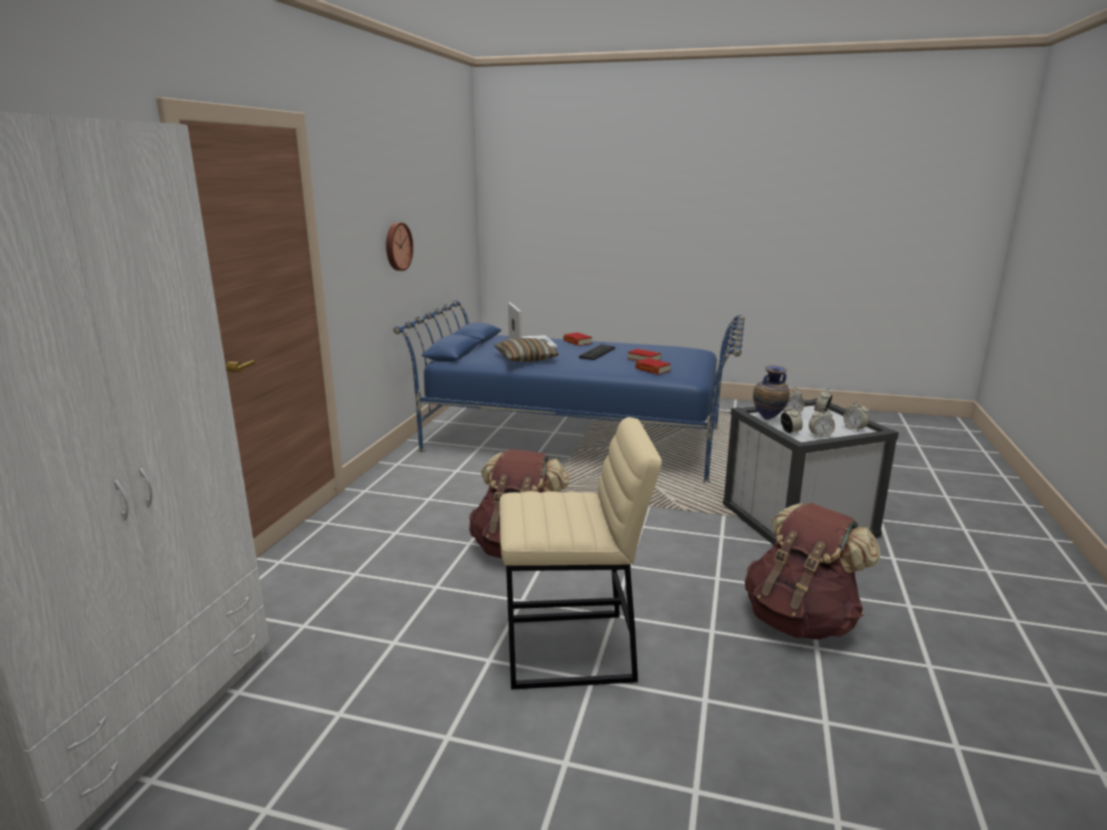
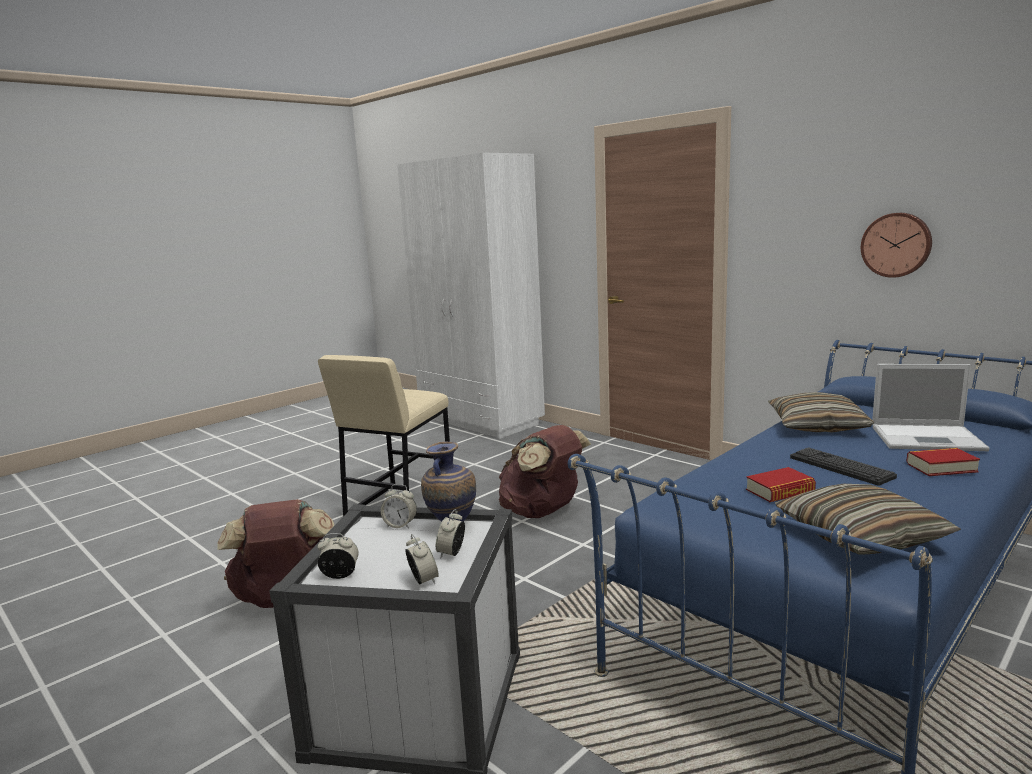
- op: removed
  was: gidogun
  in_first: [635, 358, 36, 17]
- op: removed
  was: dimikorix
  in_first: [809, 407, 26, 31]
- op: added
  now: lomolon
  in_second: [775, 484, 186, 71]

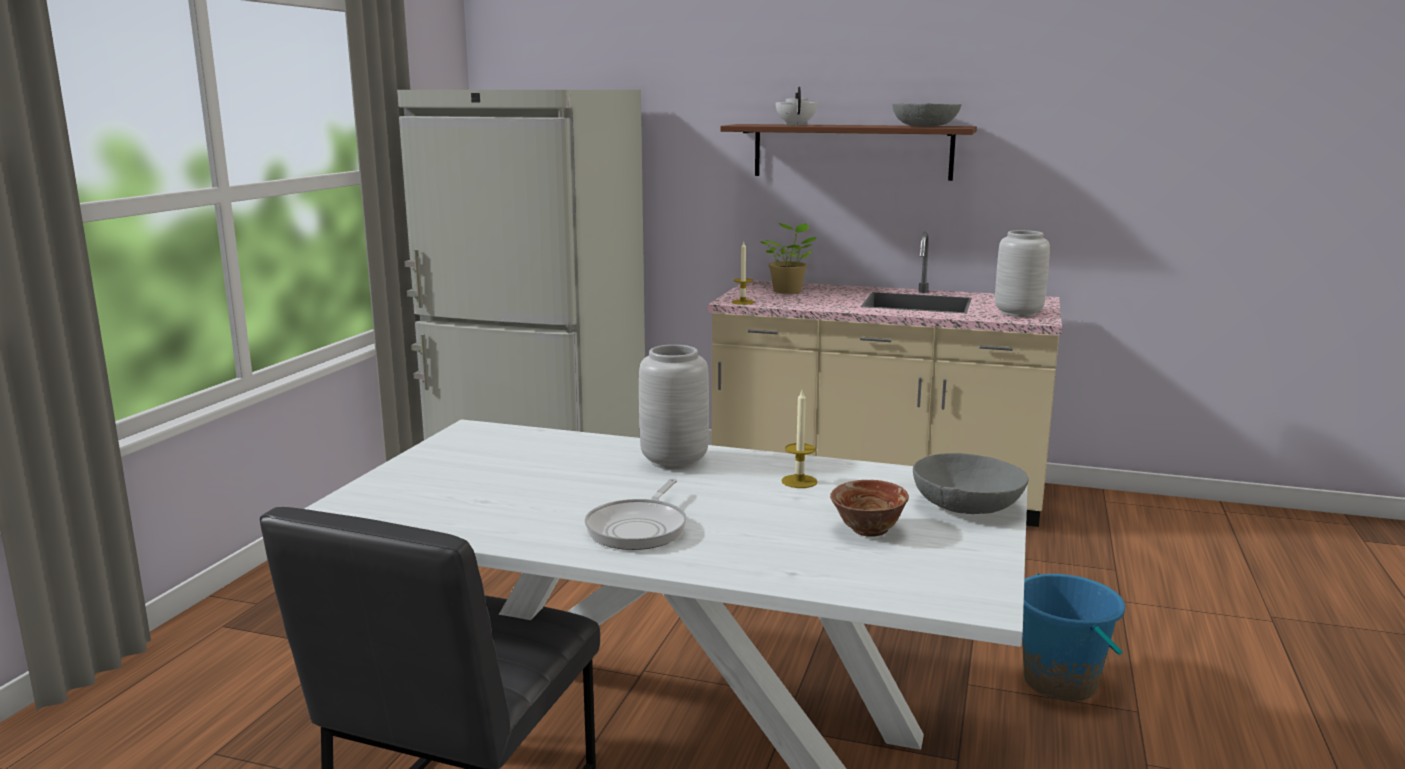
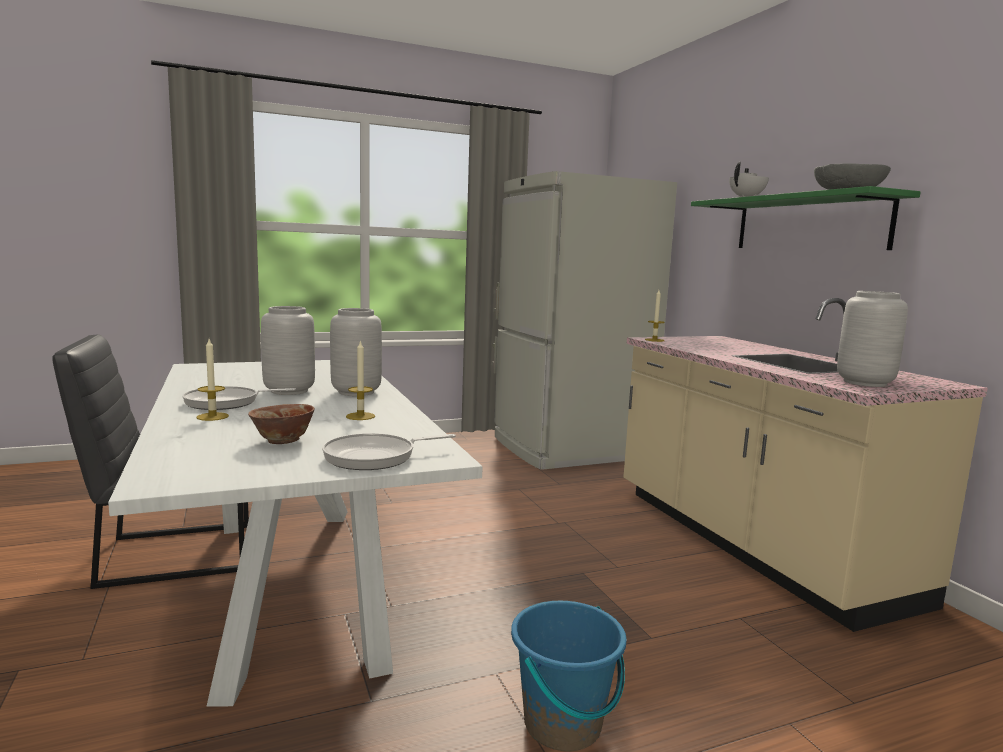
- op: recoloured
  was: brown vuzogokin
  now: green vuzogokin
  in_first: [720, 124, 257, 57]
  in_second: [691, 186, 230, 64]
- op: removed
  was: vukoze
  in_first: [760, 223, 56, 71]
- op: replaced
  was: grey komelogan
  now: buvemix
  in_first: [913, 453, 115, 61]
  in_second: [322, 433, 134, 37]
- op: added
  now: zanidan
  in_second: [196, 339, 33, 82]
- op: added
  now: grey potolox
  in_second: [261, 306, 54, 89]

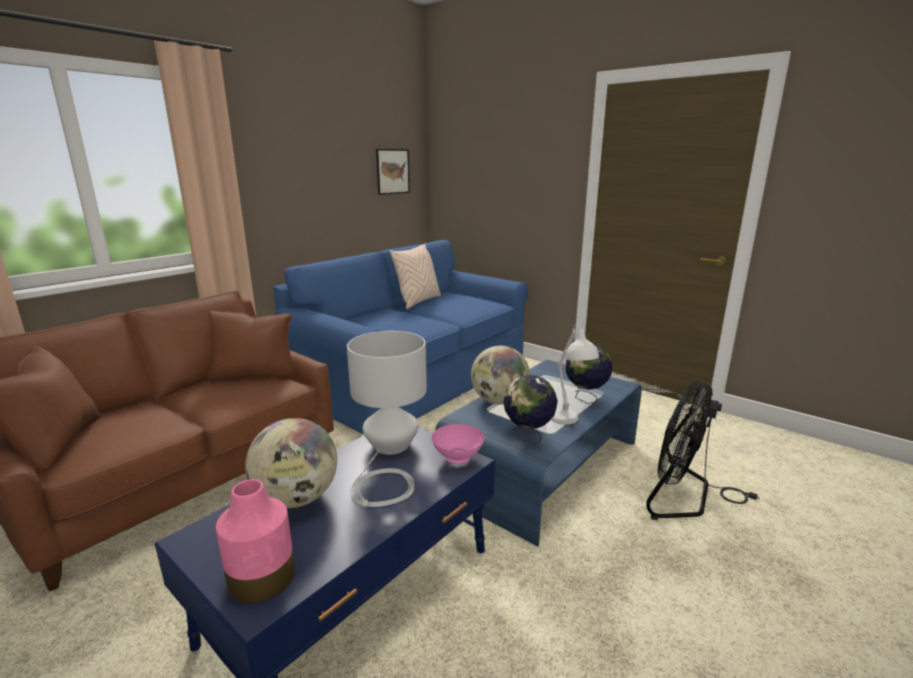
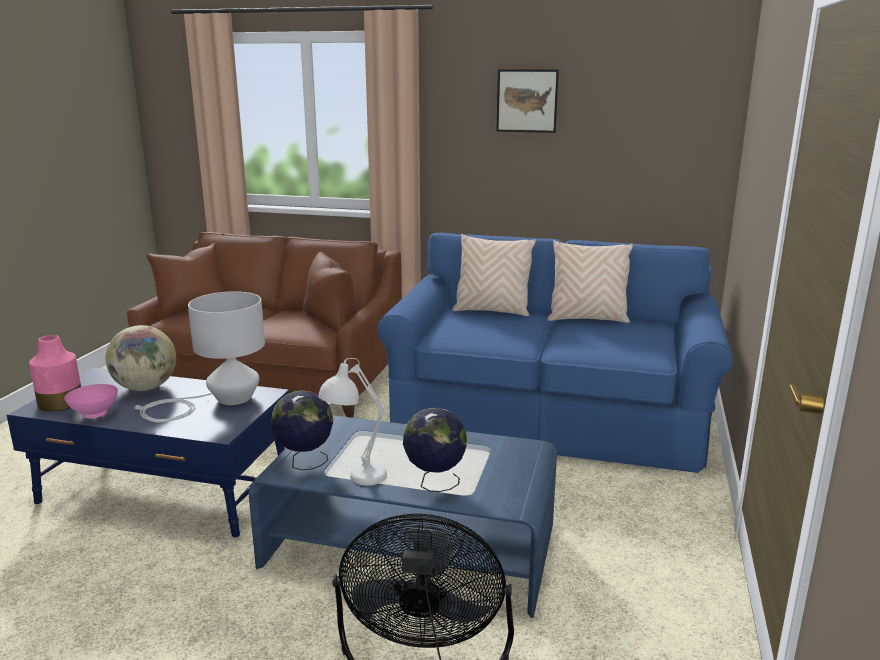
- op: moved
  was: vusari
  in_first: [376, 149, 34, 46]
  in_second: [496, 69, 63, 64]
- op: moved
  was: pink komelogan
  in_first: [432, 424, 53, 40]
  in_second: [64, 384, 54, 34]
- op: removed
  was: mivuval
  in_first: [471, 346, 59, 59]
- op: added
  now: beige lomolon
  in_second: [452, 234, 84, 82]

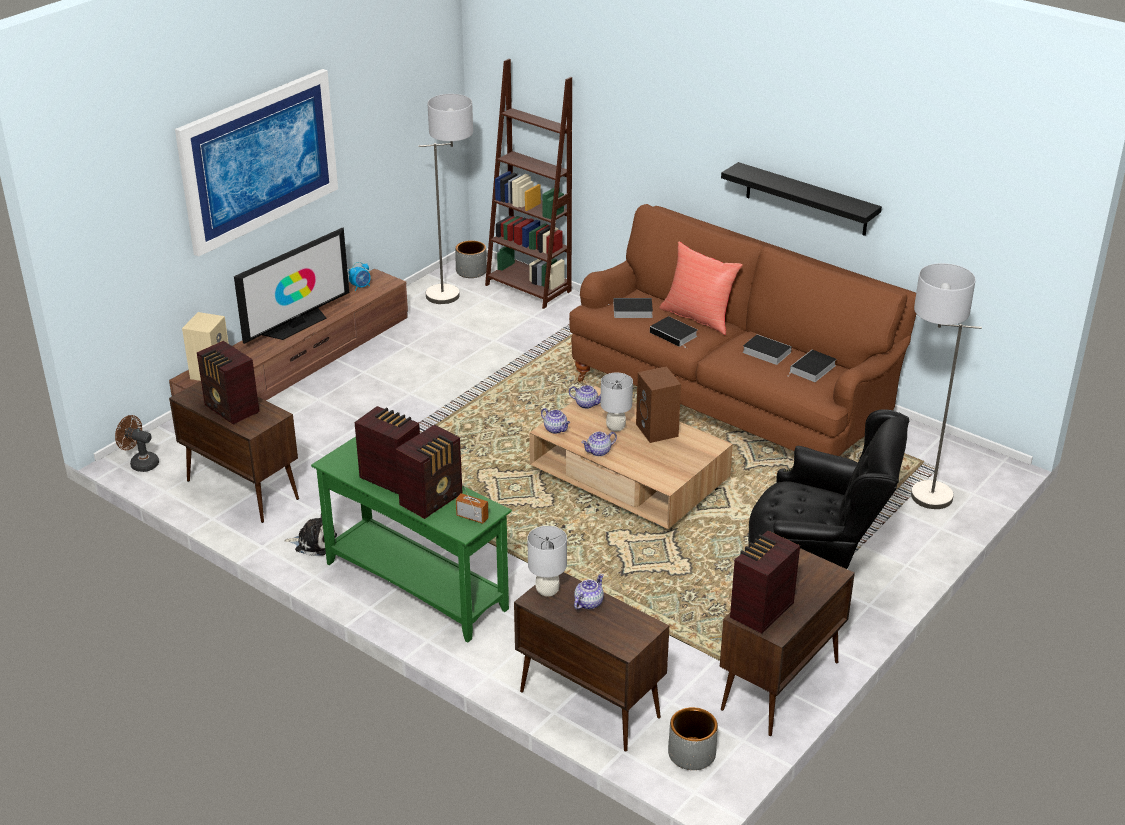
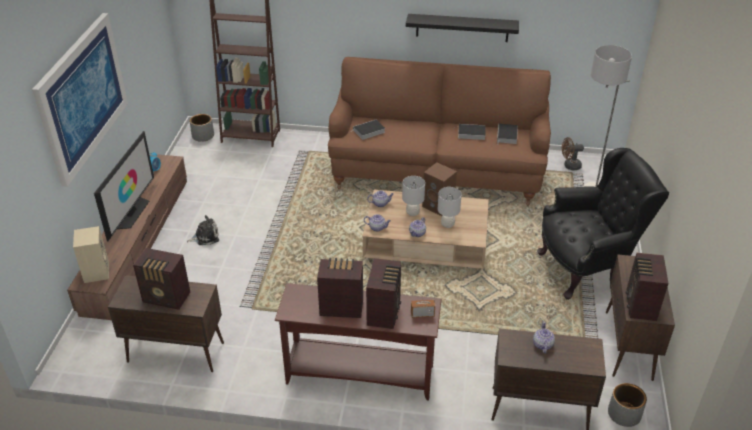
- op: moved
  was: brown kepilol
  in_first: [115, 415, 44, 57]
  in_second: [562, 137, 22, 33]
- op: moved
  was: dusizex
  in_first: [284, 515, 53, 41]
  in_second: [187, 215, 32, 30]
- op: recoloured
  was: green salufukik
  now: brown salufukik
  in_first: [311, 436, 201, 207]
  in_second: [275, 283, 166, 118]
- op: removed
  was: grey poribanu
  in_first: [418, 94, 55, 210]
- op: moved
  was: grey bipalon
  in_first: [527, 526, 40, 71]
  in_second: [438, 187, 24, 41]
- op: removed
  was: gidogun
  in_first: [650, 316, 47, 33]
- op: removed
  was: red lomolon
  in_first: [659, 242, 84, 93]

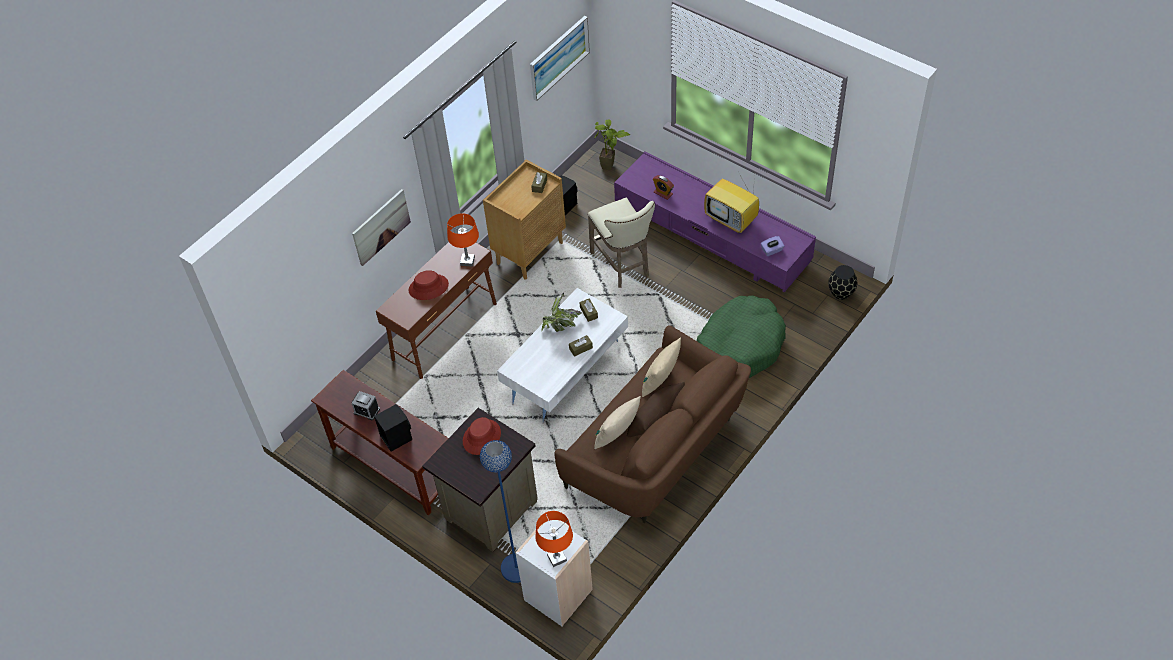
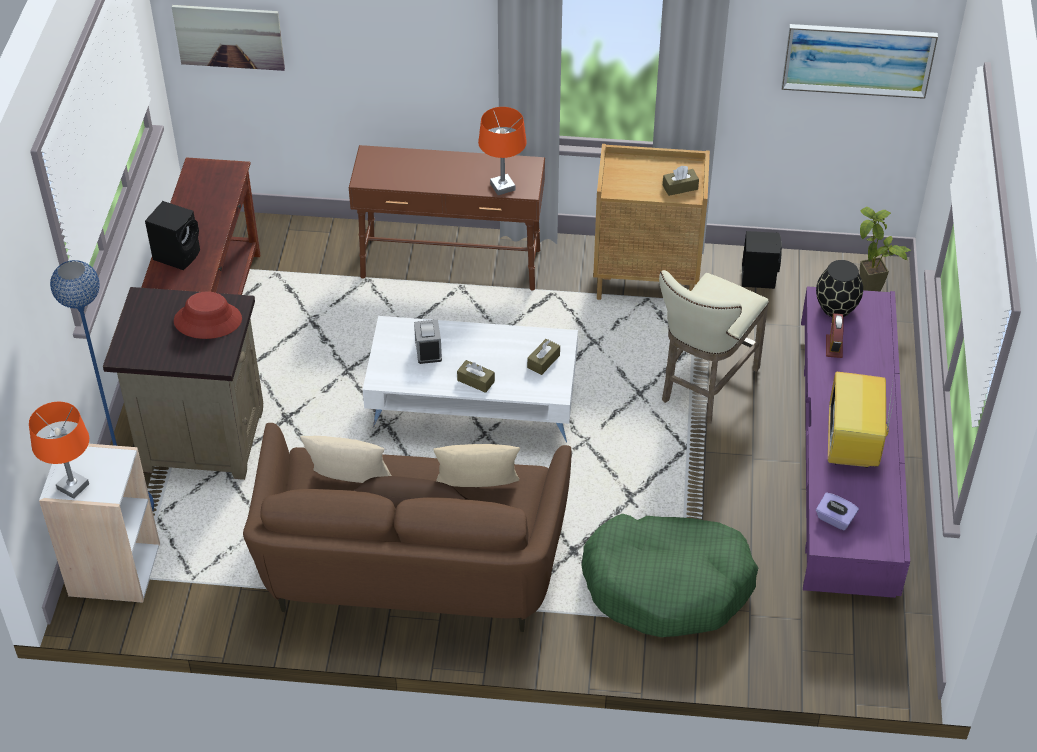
- op: moved
  was: vusari
  in_first: [352, 189, 59, 77]
  in_second: [172, 5, 113, 66]
- op: moved
  was: dimikorix
  in_first: [352, 391, 28, 29]
  in_second: [414, 320, 28, 44]
- op: removed
  was: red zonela
  in_first: [409, 270, 40, 30]
- op: removed
  was: vukoze
  in_first: [541, 292, 41, 40]
- op: moved
  was: black potolox
  in_first: [828, 265, 29, 35]
  in_second: [816, 260, 47, 57]

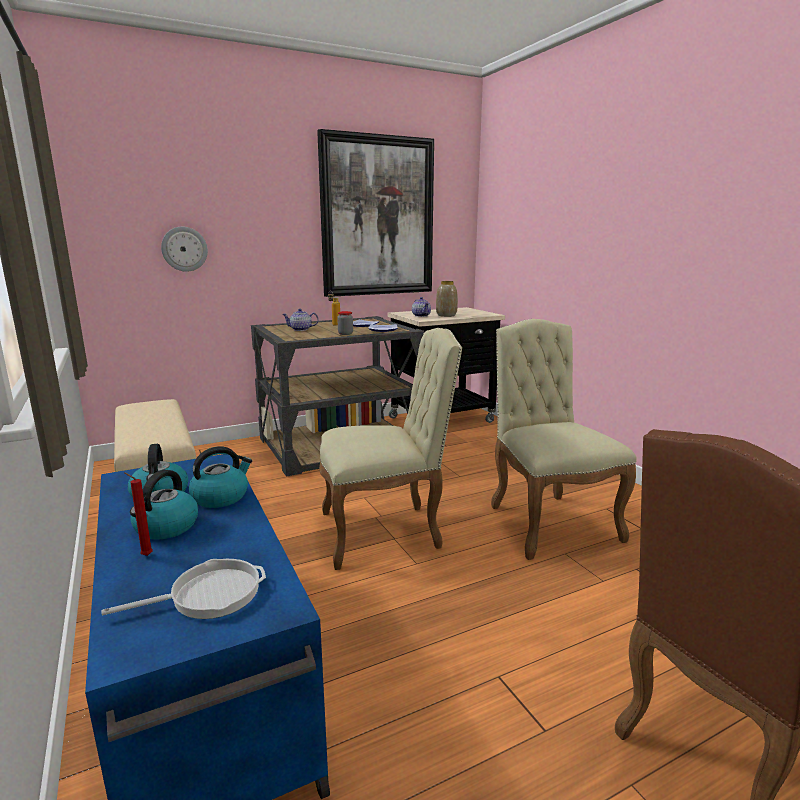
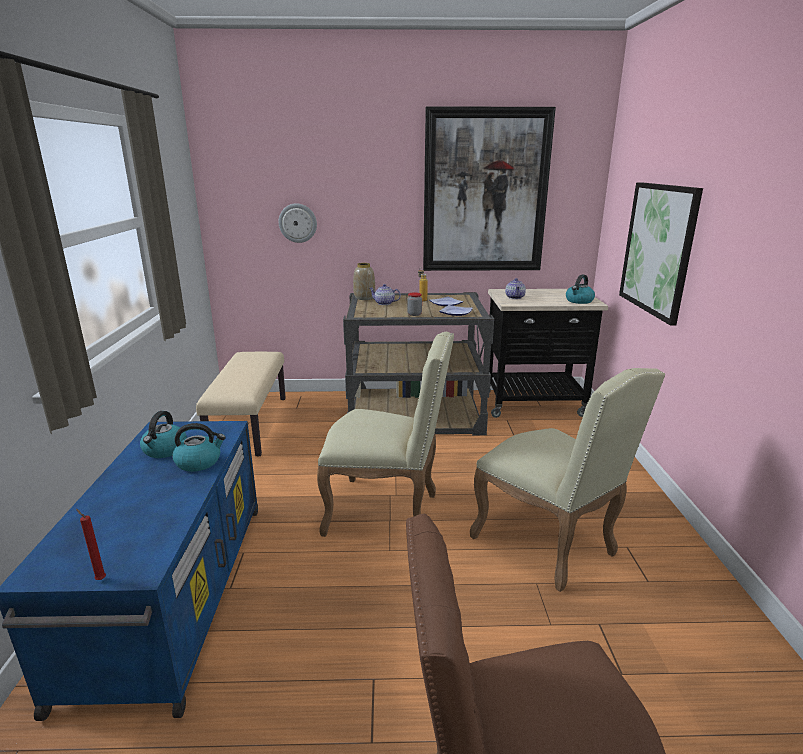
- op: removed
  was: buvemix
  in_first: [102, 559, 164, 60]
- op: moved
  was: red zanidan
  in_first: [124, 472, 29, 84]
  in_second: [76, 509, 30, 71]
- op: moved
  was: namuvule
  in_first: [130, 470, 68, 70]
  in_second: [566, 274, 29, 30]
- op: moved
  was: potolox
  in_first: [436, 281, 22, 36]
  in_second: [353, 263, 22, 37]
- op: turned
  was: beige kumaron
  in_first: [491, 319, 146, 241]
  in_second: [470, 368, 195, 224]
  clockwise: 135
- op: added
  now: vusari
  in_second: [619, 182, 84, 143]

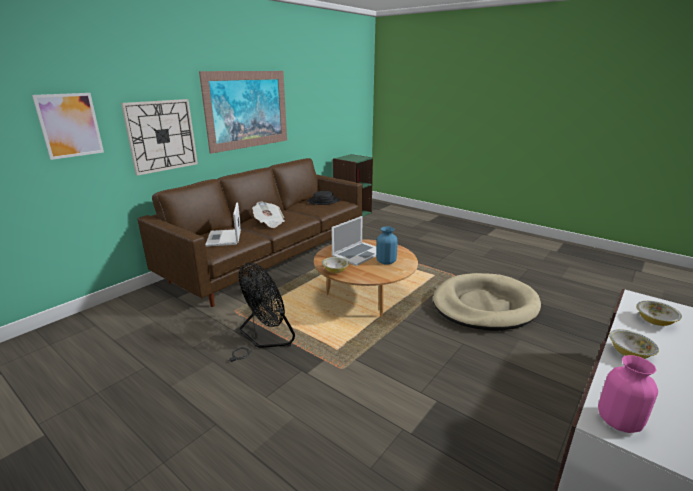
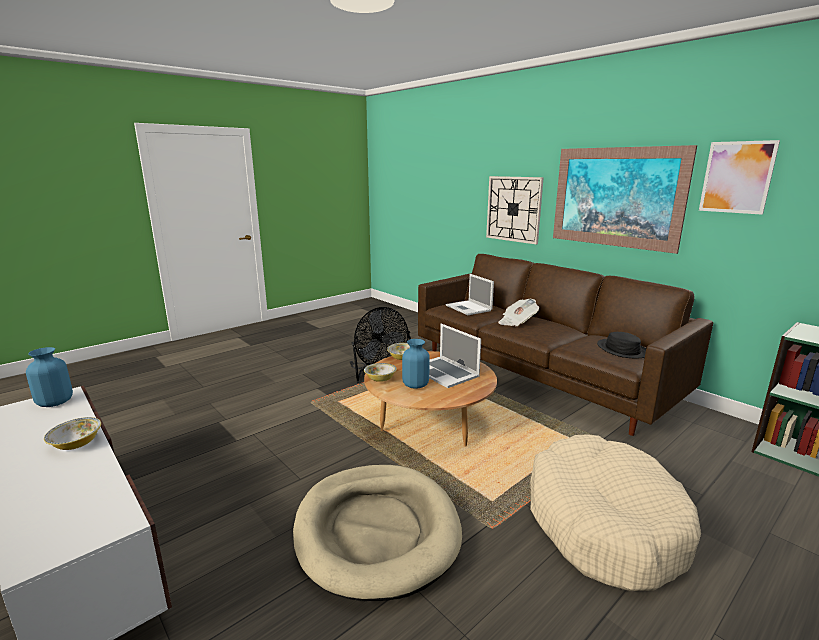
- op: moved
  was: vusari
  in_first: [32, 93, 72, 67]
  in_second: [699, 140, 81, 75]
- op: turned
  was: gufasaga
  in_first: [205, 203, 36, 44]
  in_second: [446, 274, 48, 41]
  clockwise: -120
- op: recoloured
  was: pink potolox
  now: blue potolox
  in_first: [598, 355, 60, 78]
  in_second: [26, 347, 47, 60]
- op: moved
  was: komelogan
  in_first: [636, 301, 46, 25]
  in_second: [364, 363, 33, 19]
- op: added
  now: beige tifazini
  in_second: [530, 434, 171, 158]

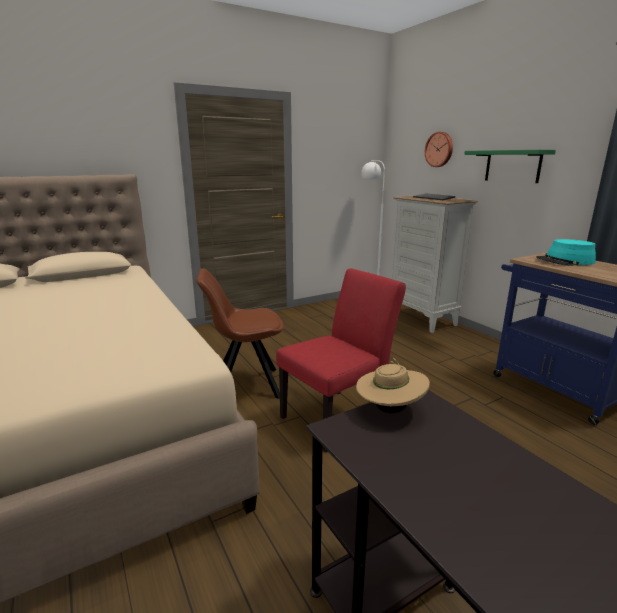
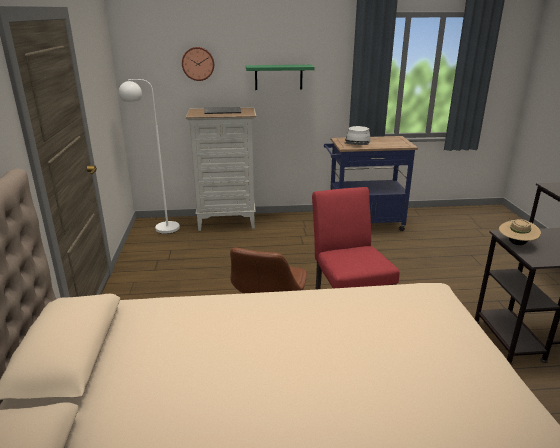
- op: recoloured
  was: turquoise zonela
  now: grey zonela
  in_first: [536, 239, 60, 27]
  in_second: [345, 126, 26, 19]

